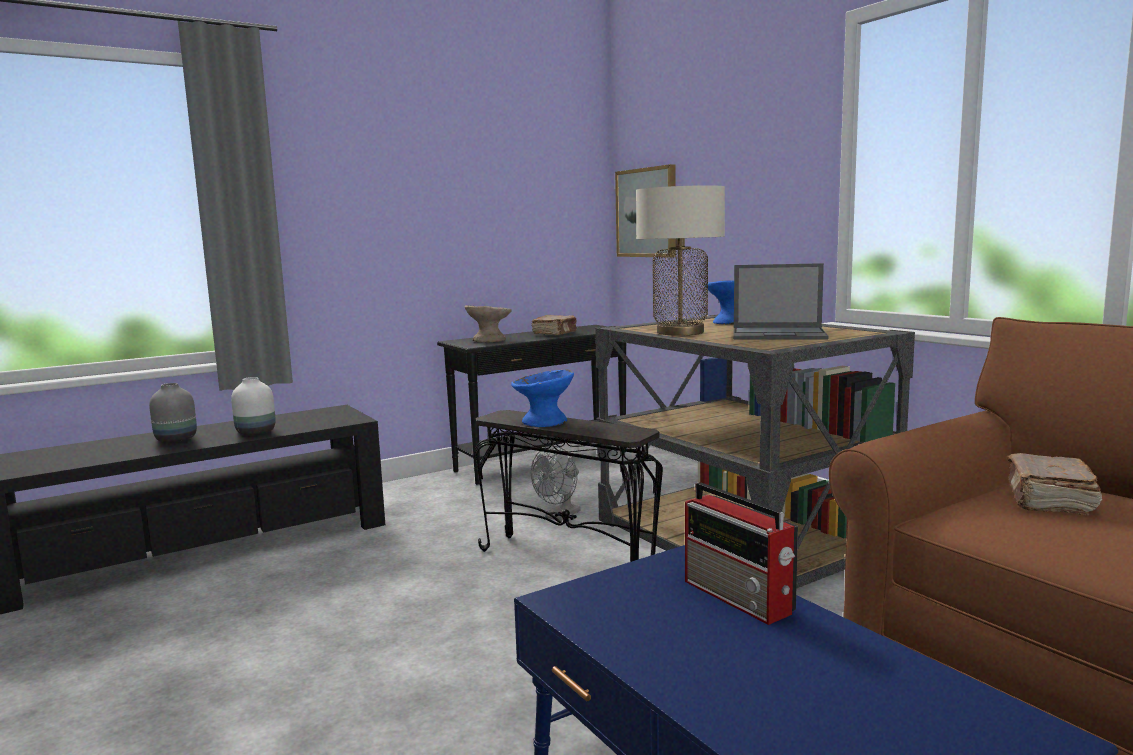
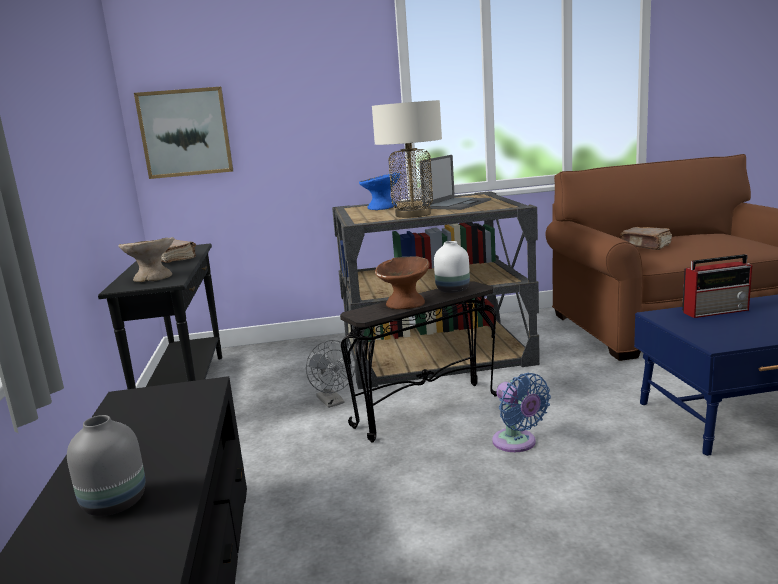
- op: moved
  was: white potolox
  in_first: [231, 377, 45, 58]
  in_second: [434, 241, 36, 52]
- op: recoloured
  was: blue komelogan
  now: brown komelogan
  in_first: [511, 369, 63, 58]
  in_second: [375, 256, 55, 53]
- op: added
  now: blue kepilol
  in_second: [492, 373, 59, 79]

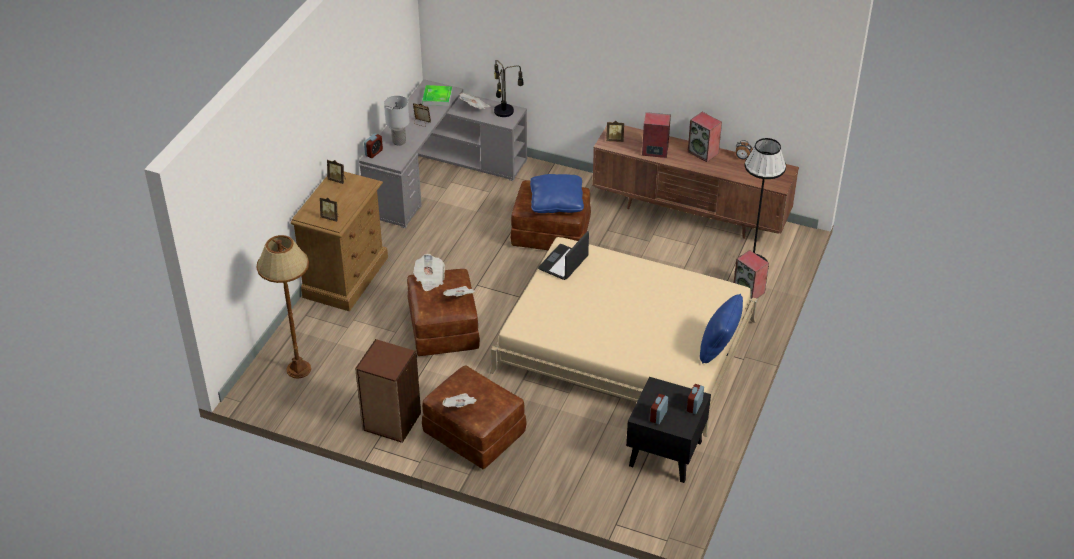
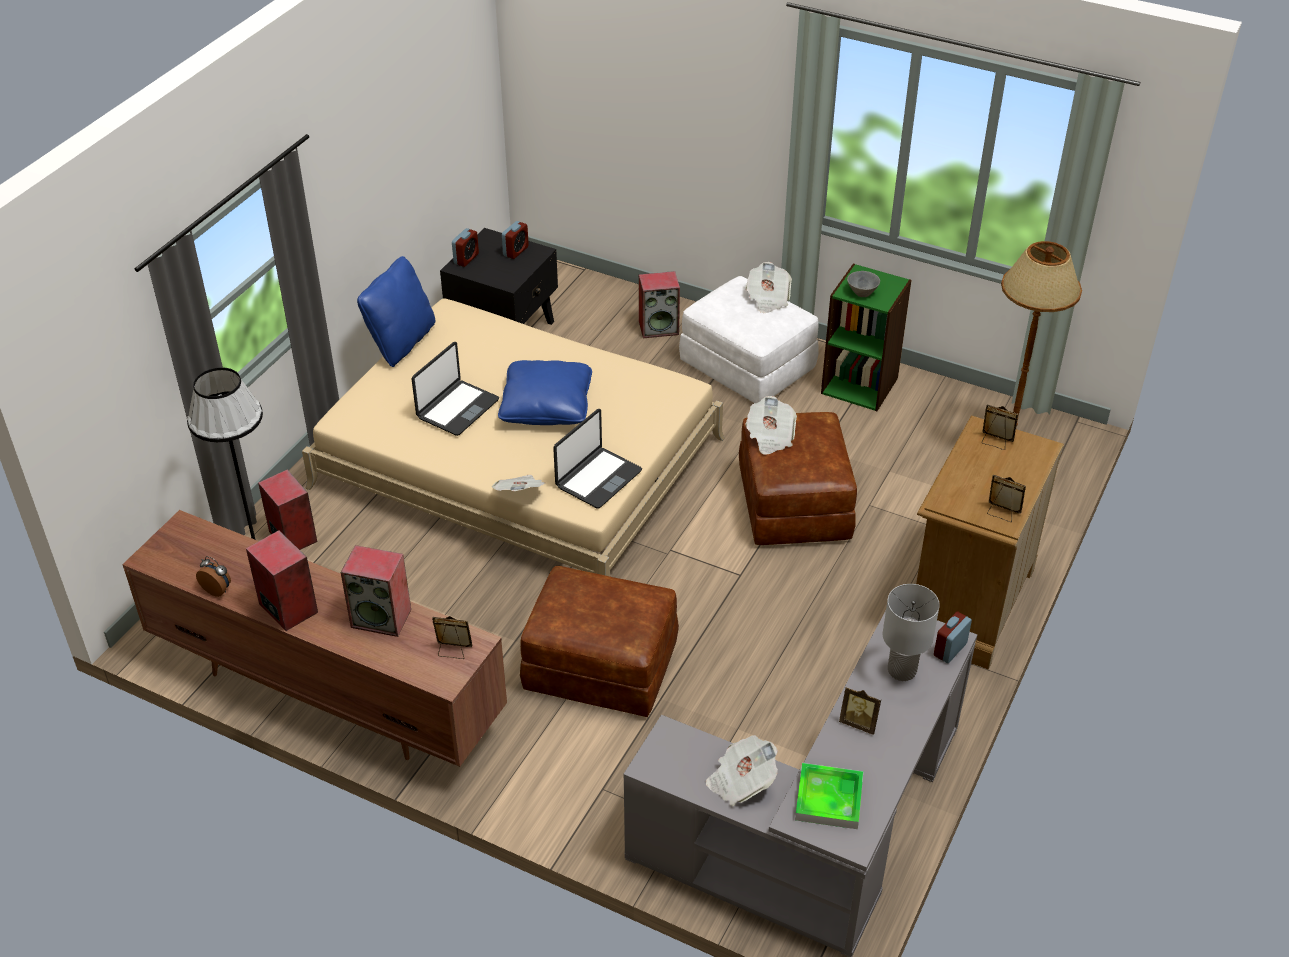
- op: recoloured
  was: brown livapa
  now: green livapa
  in_first: [355, 339, 66, 104]
  in_second: [821, 263, 91, 148]
- op: moved
  was: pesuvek
  in_first: [413, 254, 32, 37]
  in_second: [491, 475, 54, 16]
- op: recoloured
  was: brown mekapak
  now: white mekapak
  in_first: [422, 366, 105, 103]
  in_second: [679, 276, 140, 127]
- op: removed
  was: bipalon
  in_first: [494, 60, 29, 57]
- op: moved
  was: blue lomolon
  in_first: [530, 174, 54, 39]
  in_second: [498, 360, 94, 65]
- op: added
  now: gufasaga
  in_second: [412, 342, 87, 94]
- op: added
  now: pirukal
  in_second: [639, 271, 41, 67]
- op: added
  now: grey komelogan
  in_second: [847, 271, 33, 26]

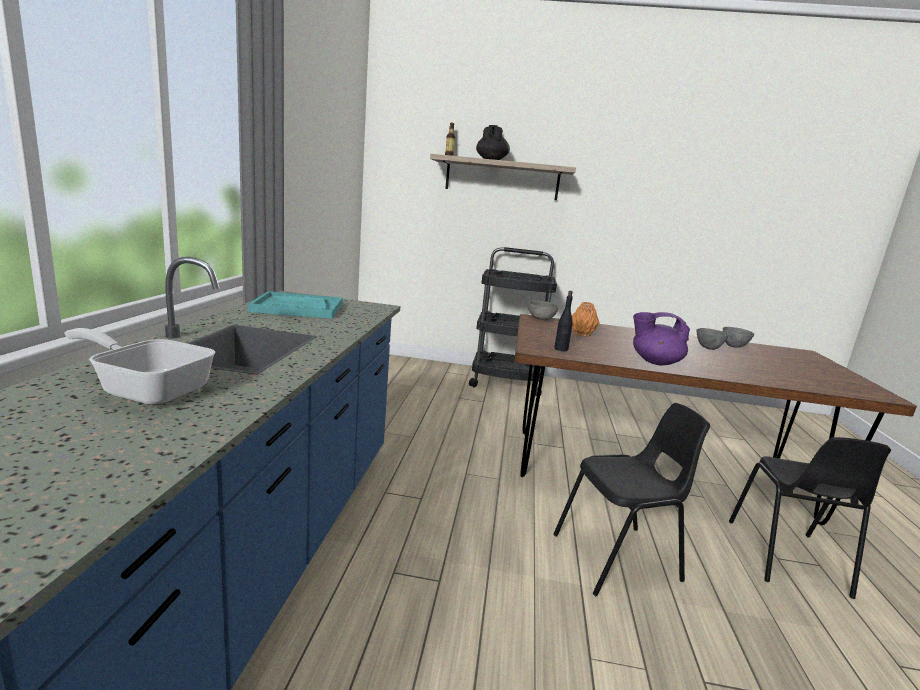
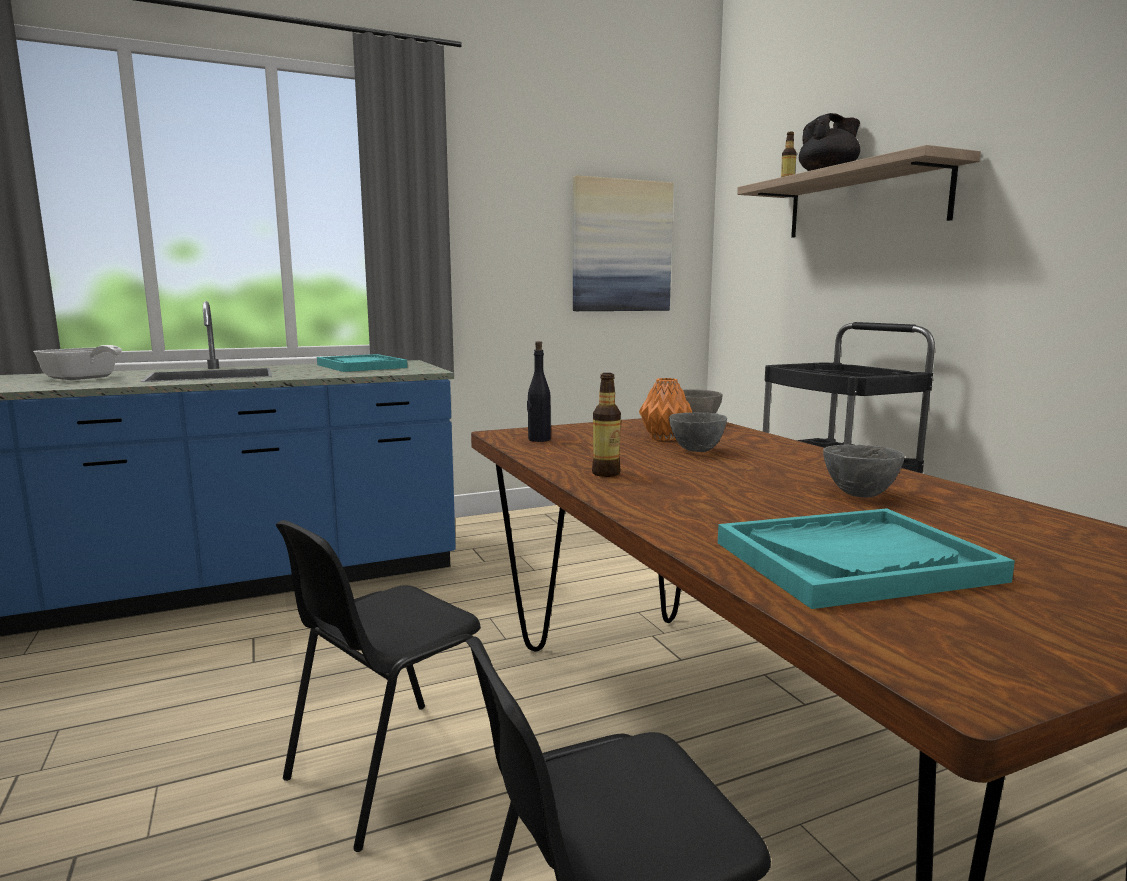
- op: turned
  was: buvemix
  in_first: [65, 328, 150, 78]
  in_second: [33, 345, 89, 35]
  clockwise: 135
- op: turned
  was: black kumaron
  in_first: [553, 403, 157, 193]
  in_second: [276, 520, 214, 332]
  clockwise: 90
- op: replaced
  was: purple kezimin
  now: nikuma
  in_first: [633, 312, 57, 53]
  in_second: [592, 373, 29, 104]
- op: moved
  was: grey komelogan
  in_first: [723, 327, 31, 21]
  in_second: [669, 412, 58, 40]
- op: added
  now: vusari
  in_second: [573, 175, 101, 136]
- op: added
  now: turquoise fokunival
  in_second: [718, 508, 297, 101]

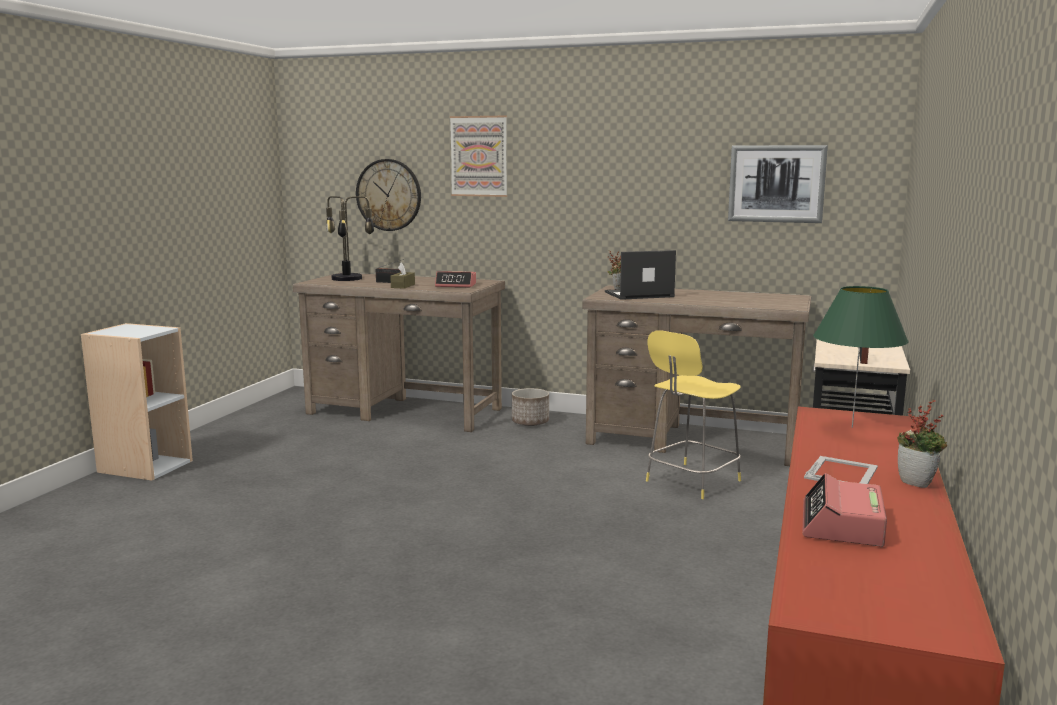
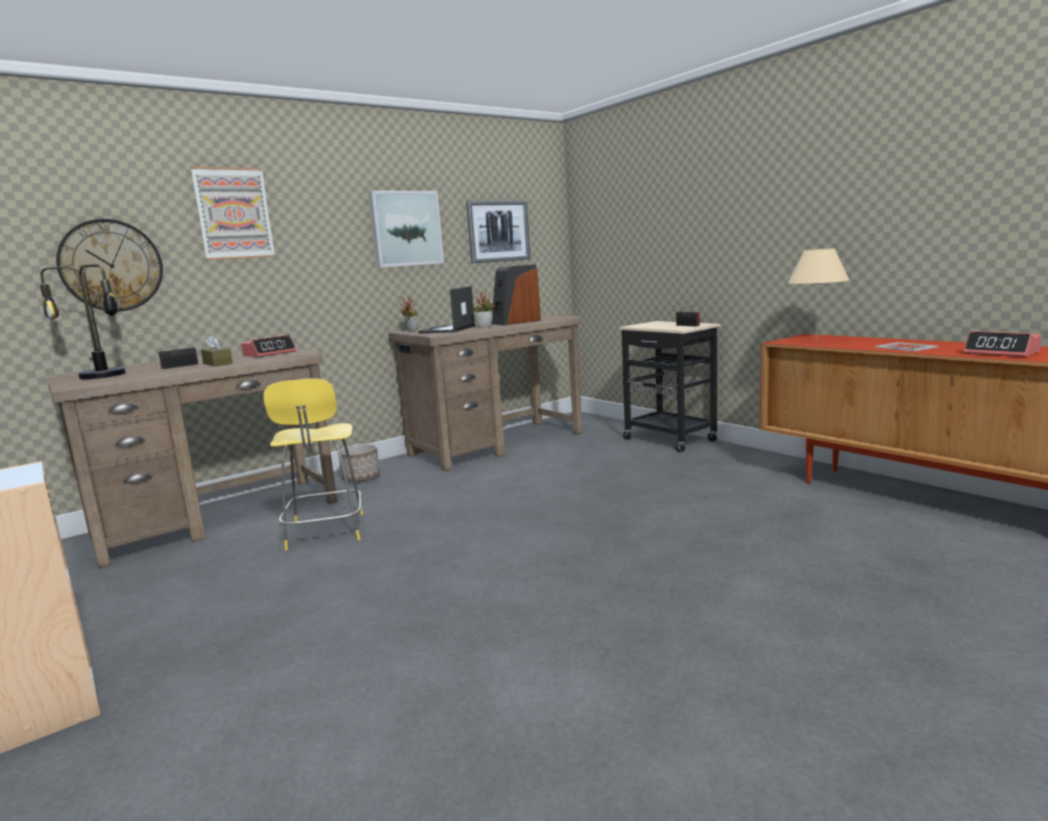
- op: moved
  was: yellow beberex
  in_first: [646, 330, 95, 169]
  in_second: [263, 378, 100, 172]
- op: recoloured
  was: green bipalon
  now: beige bipalon
  in_first: [813, 286, 95, 142]
  in_second: [788, 248, 61, 93]
- op: moved
  was: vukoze
  in_first: [898, 400, 50, 88]
  in_second: [474, 291, 21, 37]
- op: added
  now: vusari
  in_second: [369, 190, 75, 78]
- op: added
  now: pirukal
  in_second: [492, 264, 49, 61]

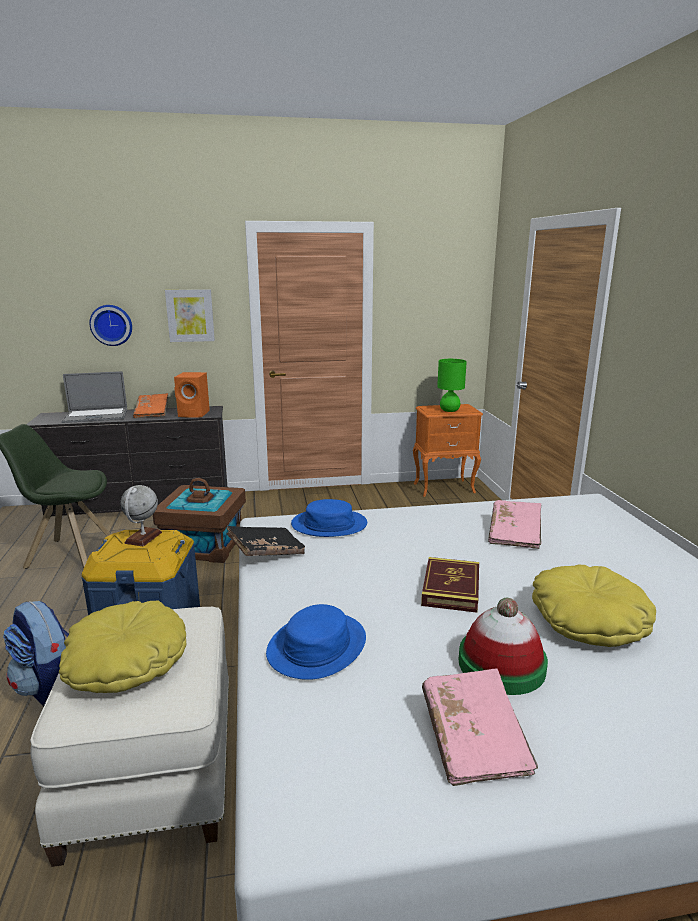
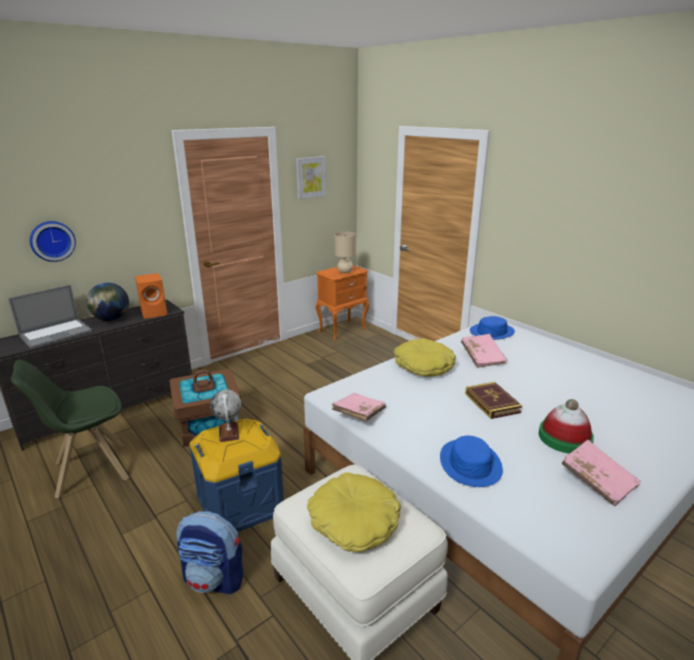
- op: replaced
  was: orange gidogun
  now: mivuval
  in_first: [133, 393, 35, 25]
  in_second: [87, 283, 42, 38]
- op: moved
  was: vusari
  in_first: [165, 289, 50, 53]
  in_second: [296, 156, 30, 43]
- op: recoloured
  was: black gidogun
  now: pink gidogun
  in_first: [227, 526, 78, 30]
  in_second: [332, 393, 54, 28]
- op: moved
  was: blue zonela
  in_first: [291, 499, 76, 38]
  in_second: [470, 316, 45, 24]
- op: recoloured
  was: green bipalon
  now: beige bipalon
  in_first: [437, 359, 30, 53]
  in_second: [334, 232, 22, 41]
- op: moved
  was: yellow lomolon
  in_first: [532, 564, 124, 83]
  in_second: [394, 338, 62, 39]

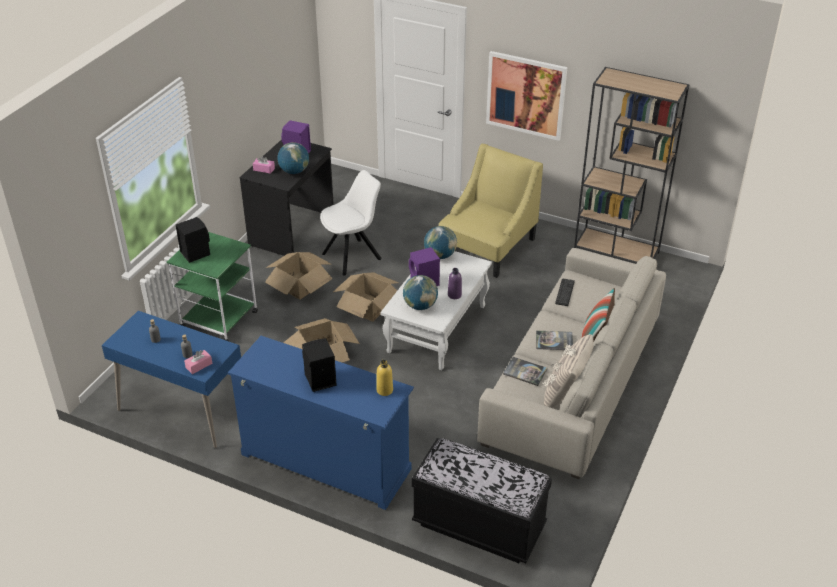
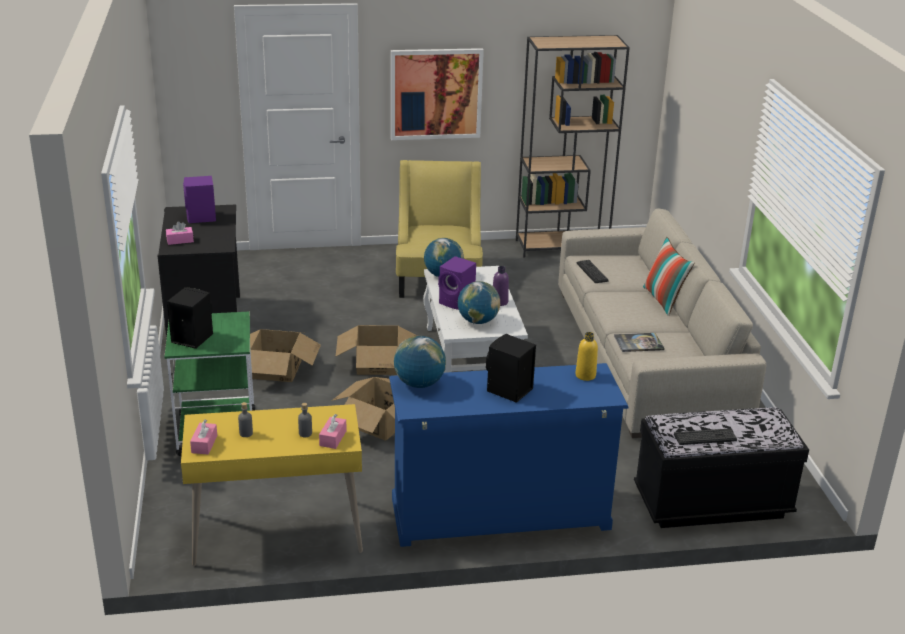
- op: recoloured
  was: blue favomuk
  now: yellow favomuk
  in_first: [102, 311, 139, 137]
  in_second: [181, 404, 182, 162]
- op: moved
  was: mivuval
  in_first: [277, 142, 32, 32]
  in_second: [394, 336, 52, 52]
- op: removed
  was: white kumaron
  in_first: [320, 170, 61, 106]
- op: removed
  was: gidogun
  in_first: [536, 330, 37, 20]
- op: removed
  was: beige lomolon
  in_first: [543, 334, 51, 74]
- op: added
  now: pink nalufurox
  in_second: [190, 420, 27, 34]
- op: added
  now: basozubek
  in_second: [674, 428, 63, 17]

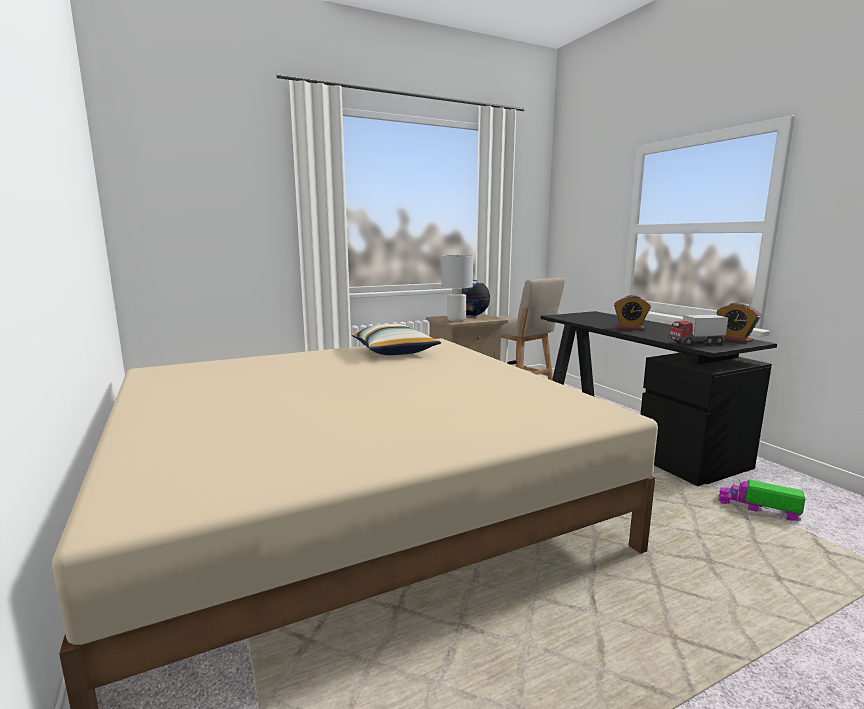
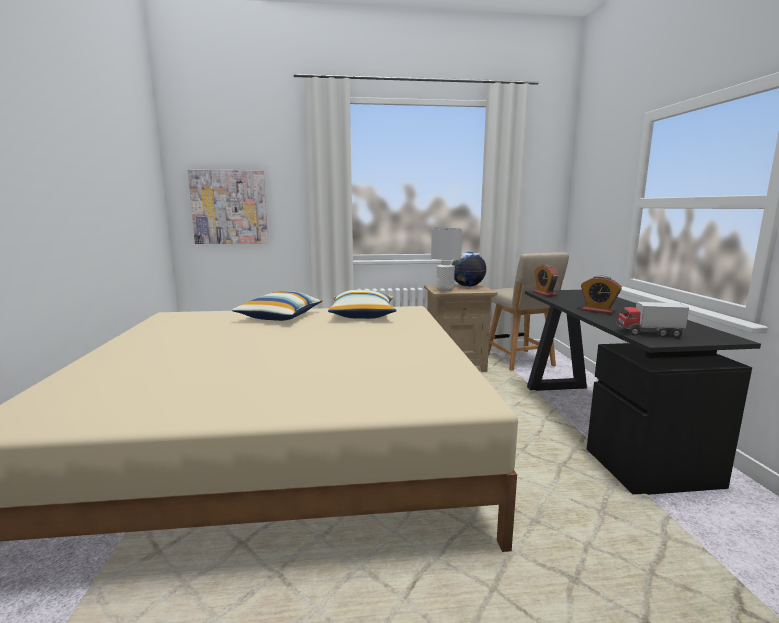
- op: moved
  was: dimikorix
  in_first: [717, 303, 44, 40]
  in_second: [533, 264, 26, 32]
- op: removed
  was: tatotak
  in_first: [719, 480, 86, 41]
- op: added
  now: vusari
  in_second: [188, 169, 80, 75]
- op: added
  now: lomolon
  in_second: [231, 291, 92, 30]

